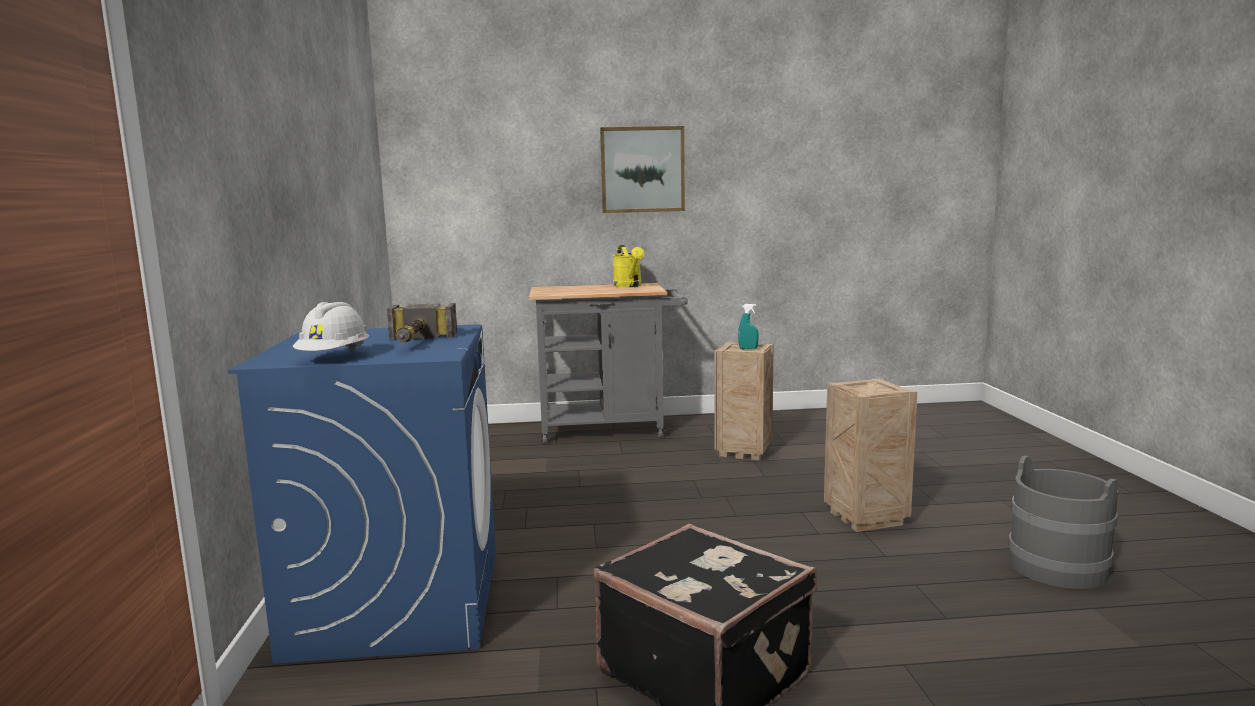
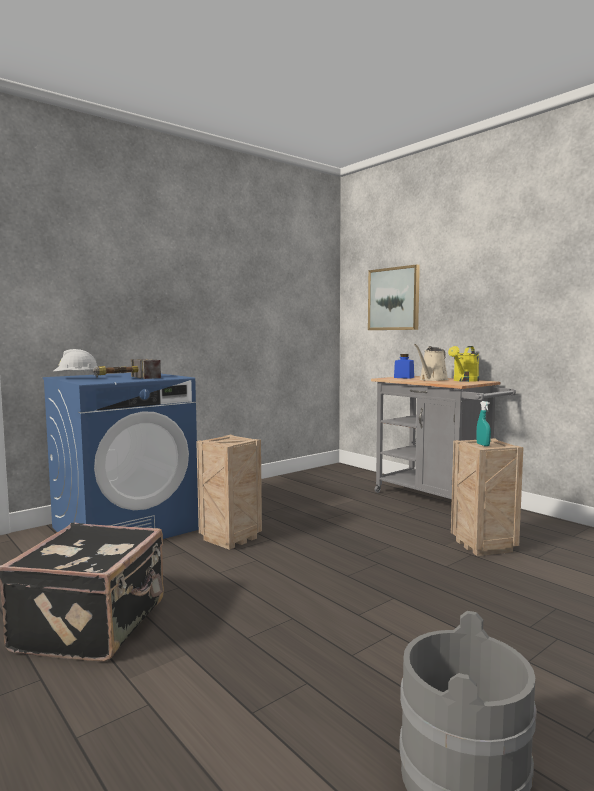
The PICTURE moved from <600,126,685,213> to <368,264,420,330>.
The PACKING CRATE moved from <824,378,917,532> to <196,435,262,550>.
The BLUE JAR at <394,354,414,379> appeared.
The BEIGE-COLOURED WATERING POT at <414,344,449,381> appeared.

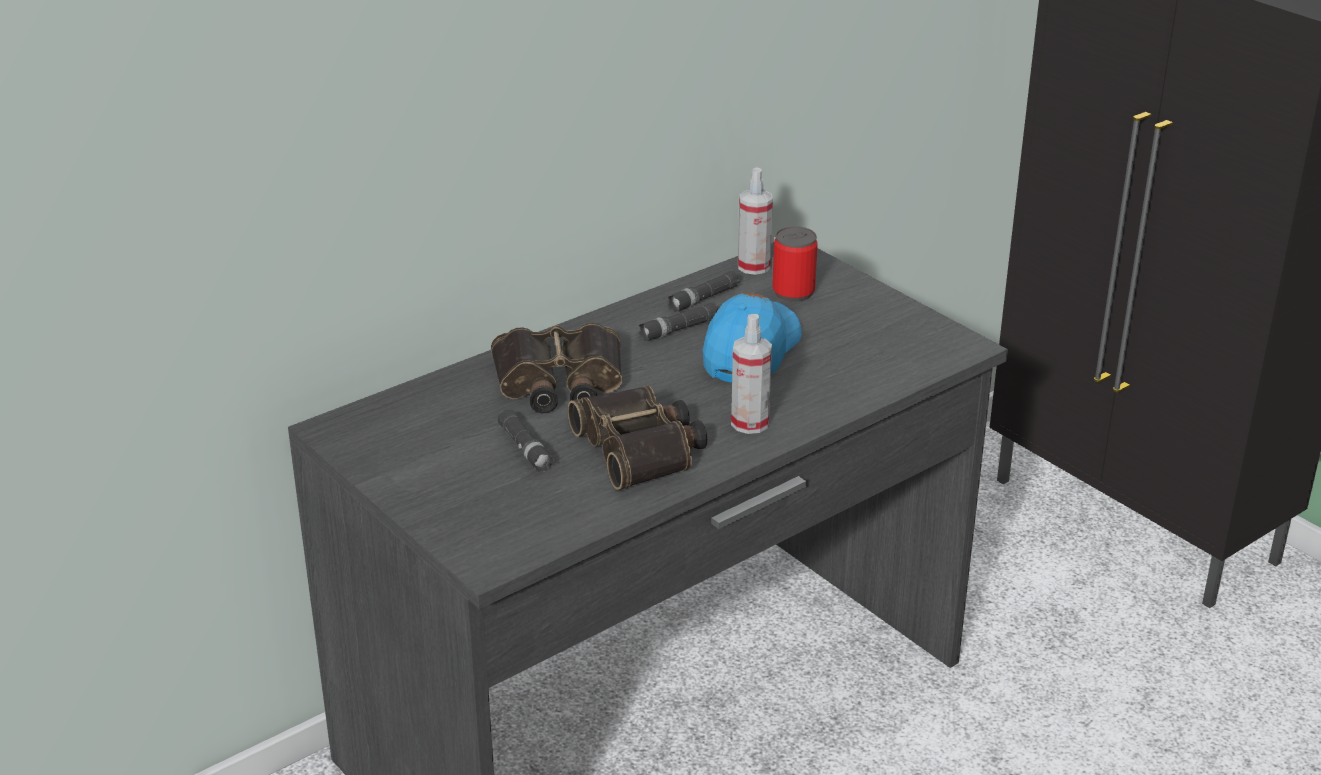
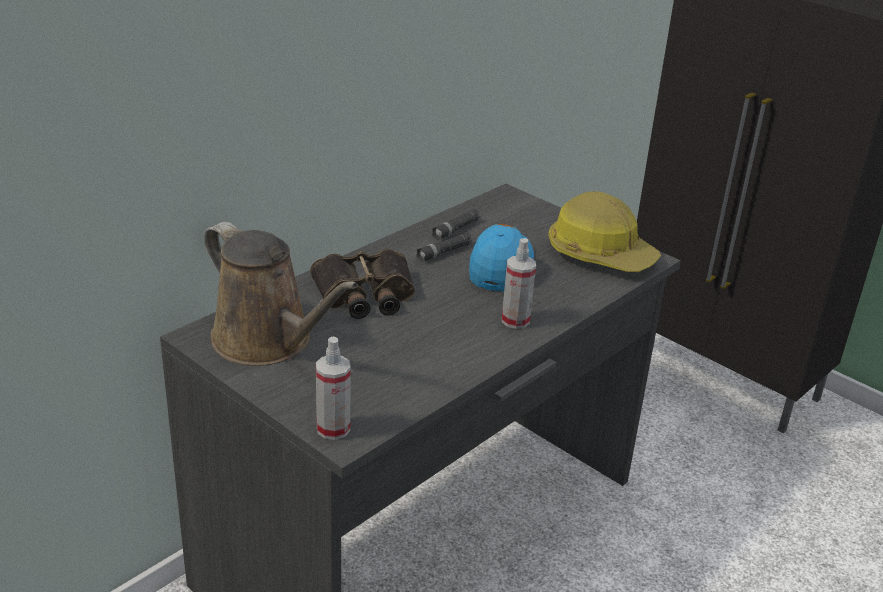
The BLACKISH HAND TORCH at <497,409,554,472> disappeared.
The BINOCULARS at <568,385,707,490> disappeared.
The SPRAY BOTTLE moved from <738,167,773,275> to <316,336,351,440>.
The SEALED CAN at <772,226,818,302> disappeared.
The BROWN-COLOURED WATERING POT at <204,222,358,366> appeared.
The HARD HAT at <548,191,661,272> appeared.

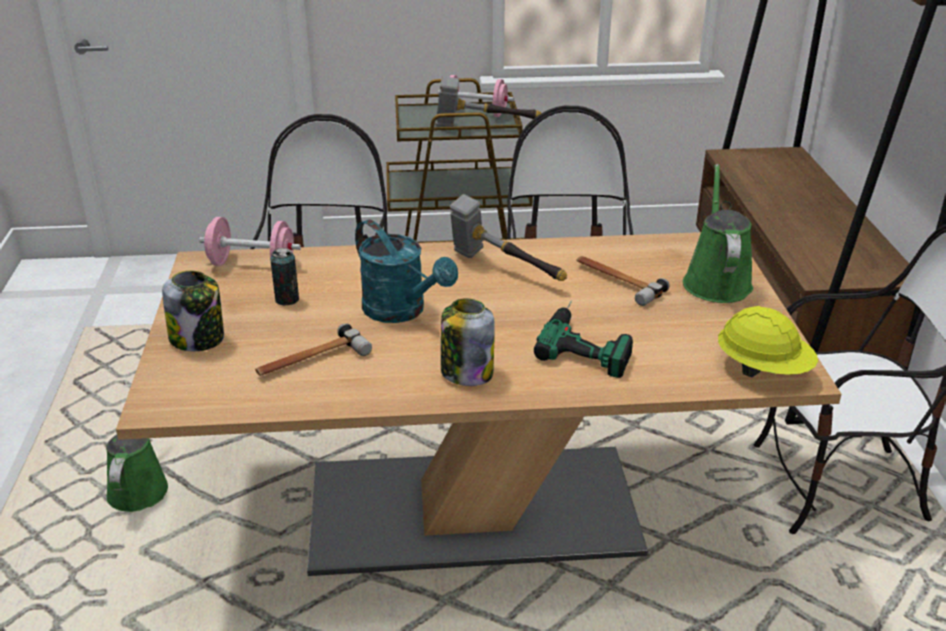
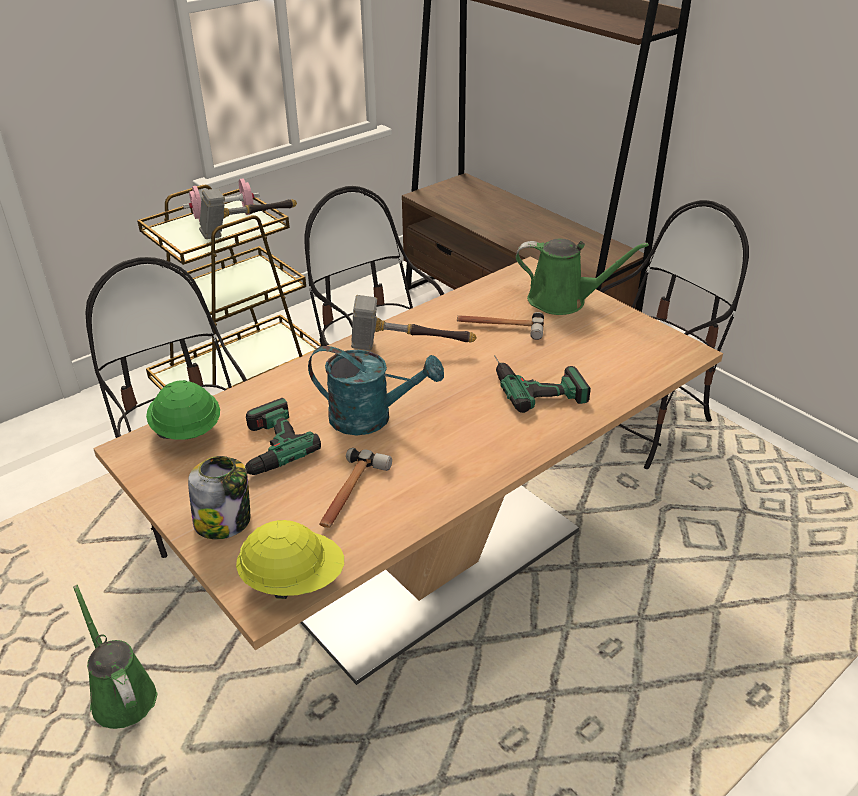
The PINK-COLOURED DUMBBELL at <199,217,301,266> was replaced by the GREEN HARD HAT at <146,380,220,440>.
The SEALED CAN at <270,248,299,305> was replaced by the DRILL at <245,398,321,475>.
The JAR at <441,298,495,386> disappeared.
The GREEN WATERING POT at <683,164,753,303> turned 135 degrees clockwise.
The YELLOW HARD HAT moved from <718,306,818,377> to <236,520,344,599>.

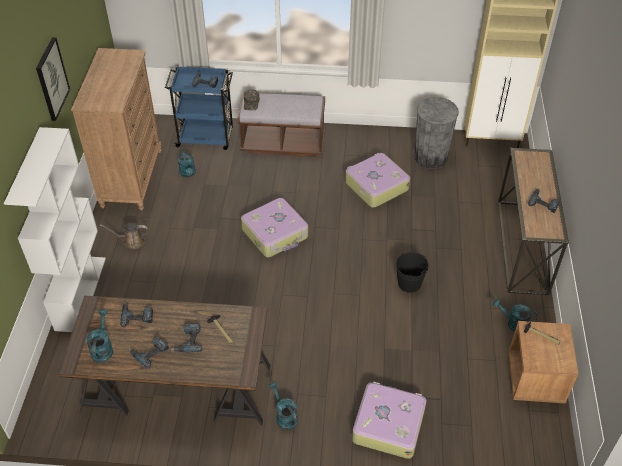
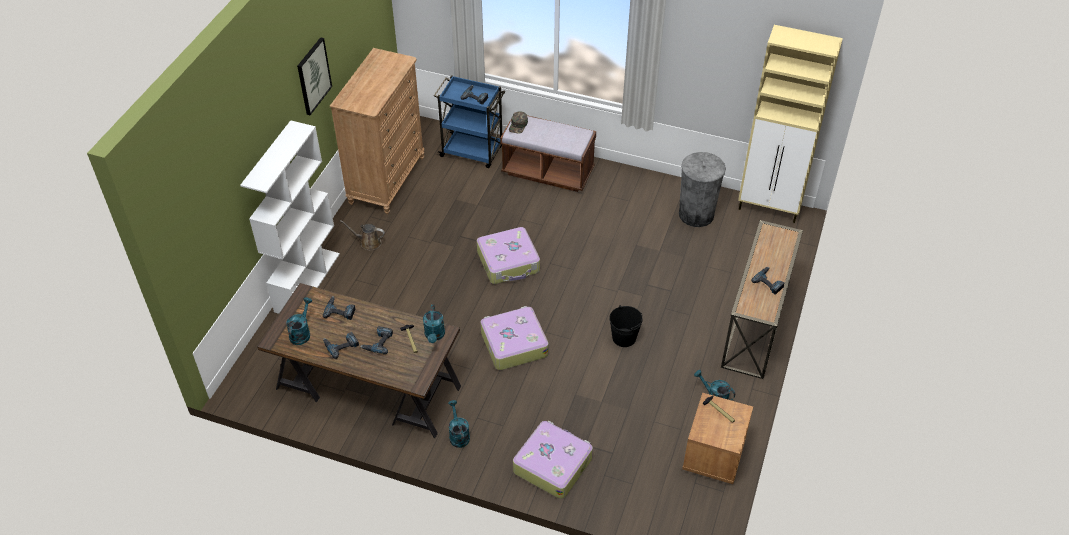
The TURQUOISE-COLOURED WATERING POT moved from <177,149,196,177> to <423,304,445,343>.
The SUITCASE moved from <345,153,410,208> to <481,306,549,370>.

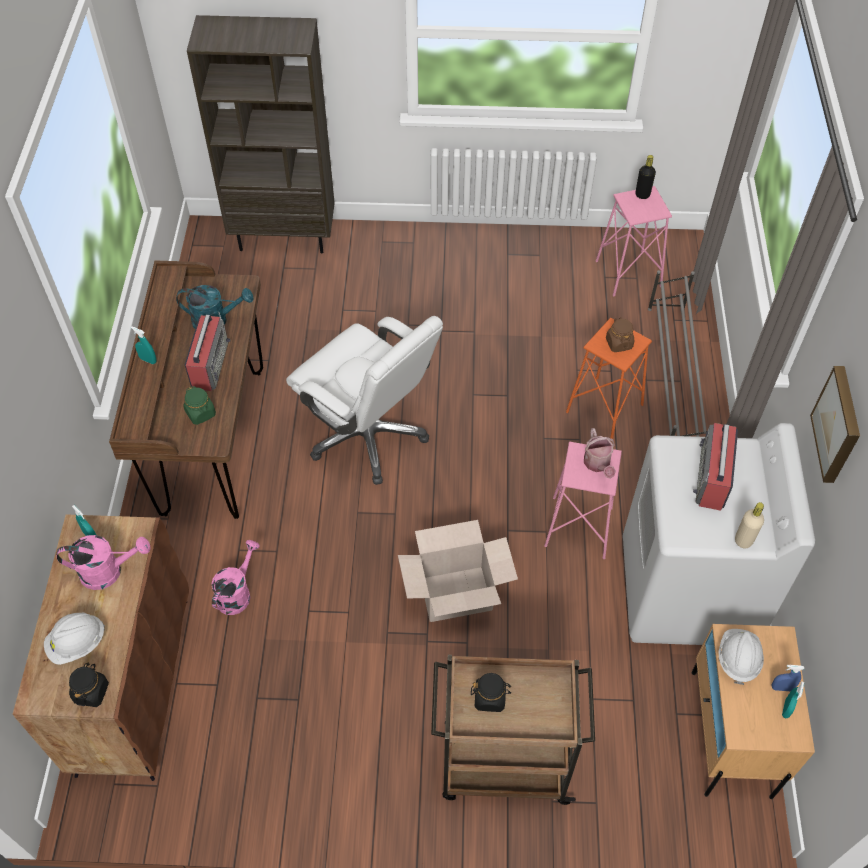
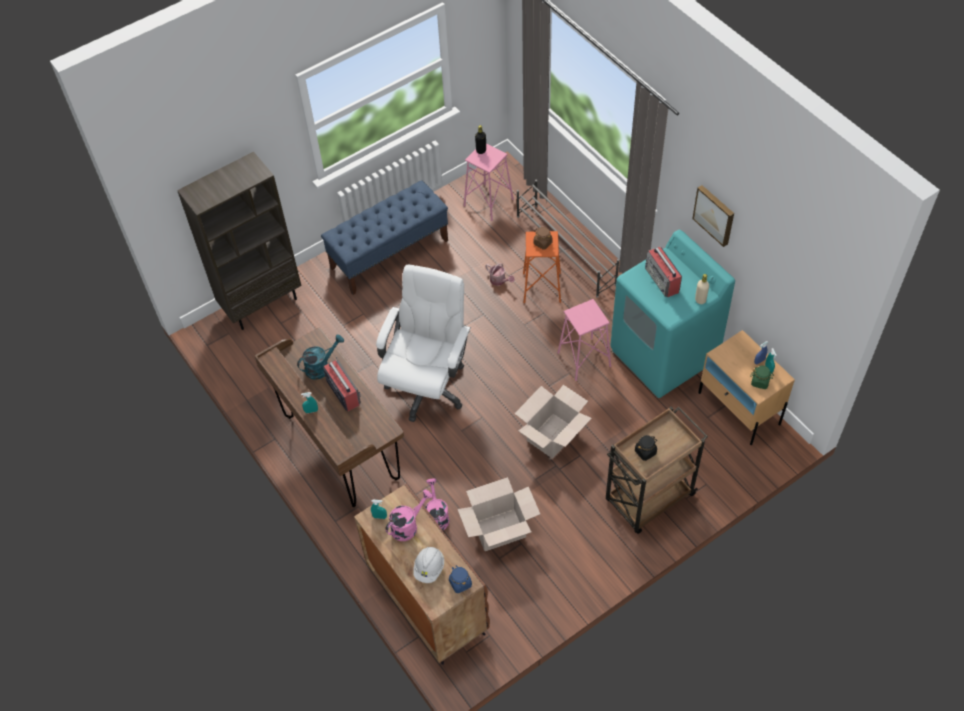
The BLACKISH JAR at <69,663,109,707> became the BLUE JAR at <449,565,472,593>.
The GREEN JAR moved from <183,386,216,425> to <750,366,774,389>.
The WHITE DESK CHAIR at <286,316,443,485> turned 75 degrees counterclockwise.
The WATERING POT moved from <584,428,616,479> to <485,263,515,286>.
The WHITE WASHING MACHINE at <623,423,815,645> became the TURQUOISE-COLOURED WASHING MACHINE at <610,230,735,398>.
The WHITE HARD HAT at <718,629,764,685> disappeared.
The BLUE BENCH at <321,180,448,295> appeared.
The CARDBOARD BOX at <457,477,540,551> appeared.

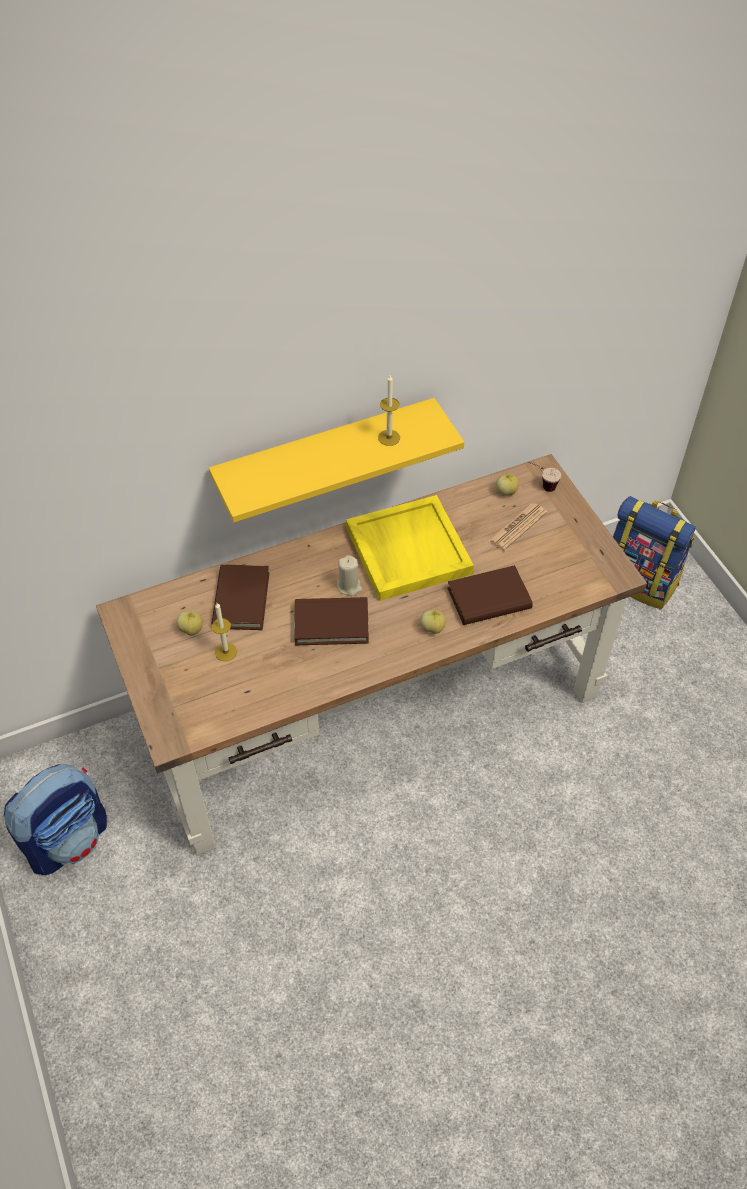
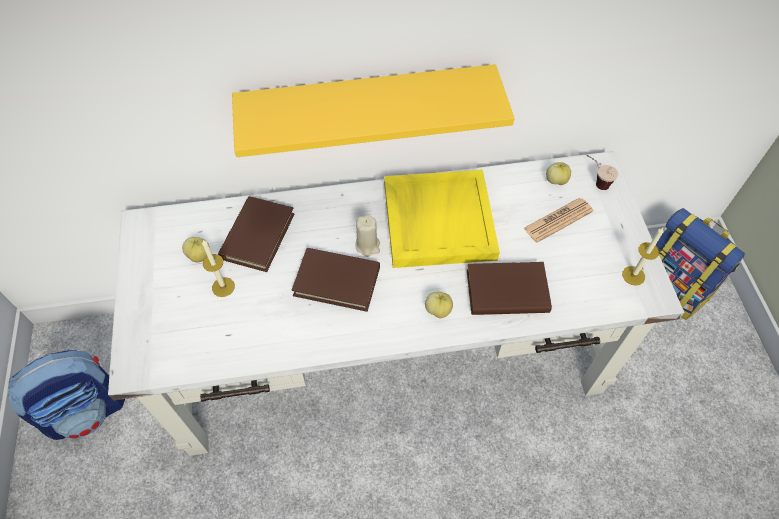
The BROWN-COLOURED DESK UNIT at <96,454,647,856> became the WHITE DESK UNIT at <108,151,684,456>.
The WAX CANDLE moved from <378,375,400,446> to <622,228,664,286>.

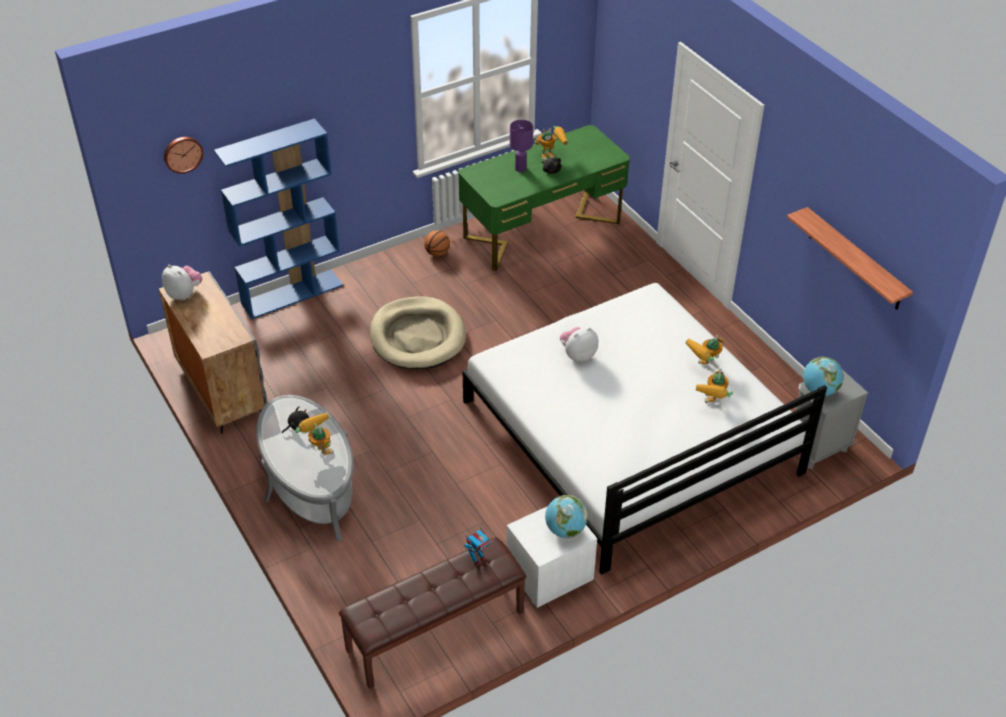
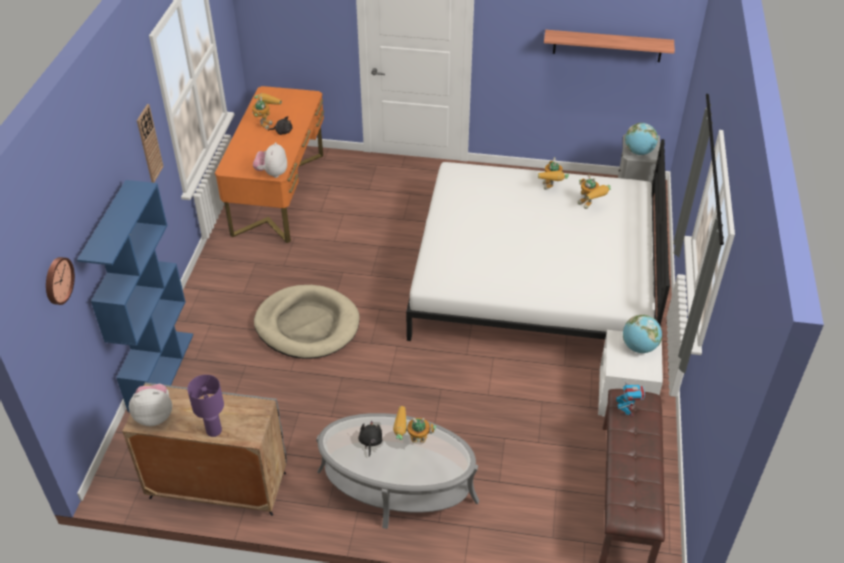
The BASKETBALL BALL at <424,230,450,256> disappeared.
The GREEN DESK UNIT at <458,125,630,271> became the ORANGEY DESK UNIT at <215,86,325,243>.
The PURPLISH TABLE LAMP moved from <510,120,533,172> to <187,375,224,437>.
The SOFT TOY moved from <560,327,598,362> to <253,142,287,178>.
The HANGING CLOCK at <137,104,164,183> appeared.

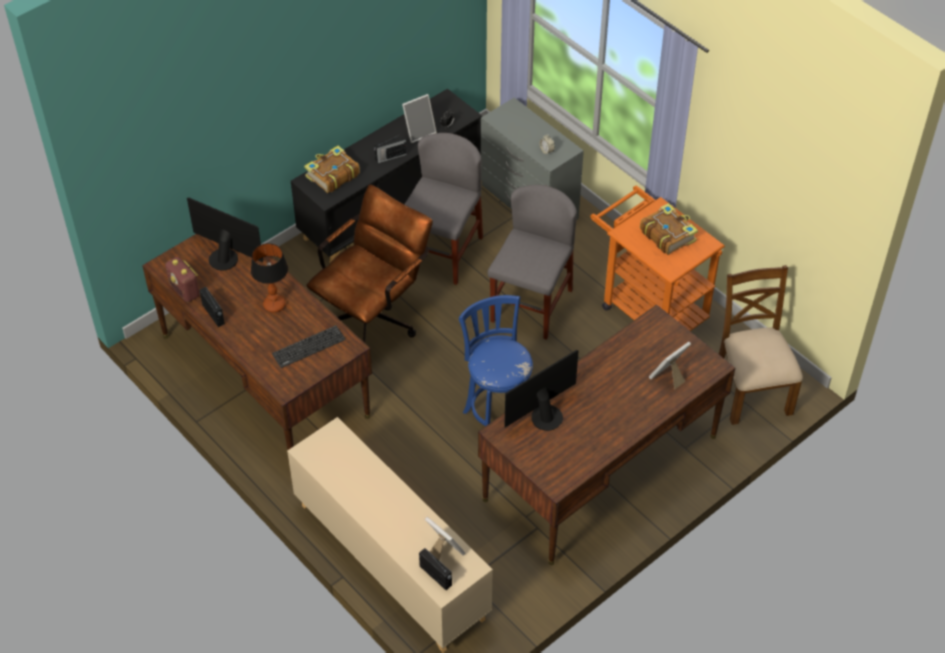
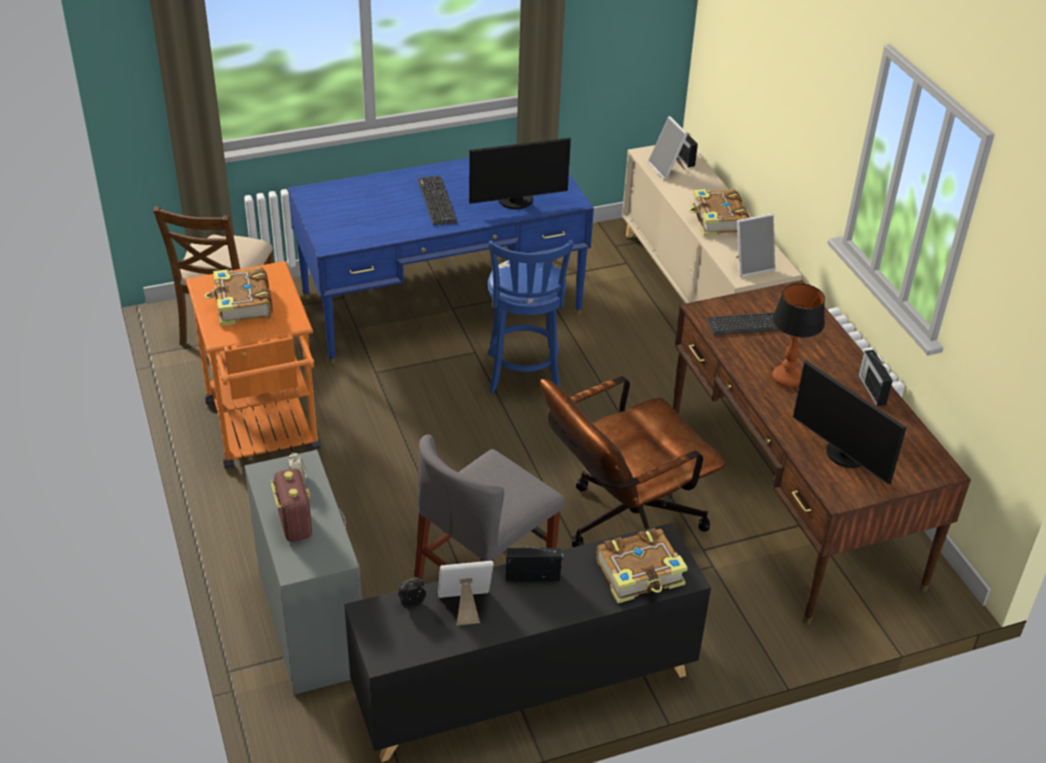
The RADIO SET moved from <165,257,200,302> to <270,468,312,542>.
The BROWN-COLOURED DESK UNIT at <478,305,735,565> became the BLUE DESK UNIT at <288,158,594,364>.
The GRAY PLAIN CHAIR at <487,185,577,340> disappeared.
The STANDING FRAME moved from <649,342,691,389> to <736,214,775,277>.
The PC KEYBOARD at <417,175,457,225> appeared.
The BOUND BOOK at <689,189,749,236> appeared.

